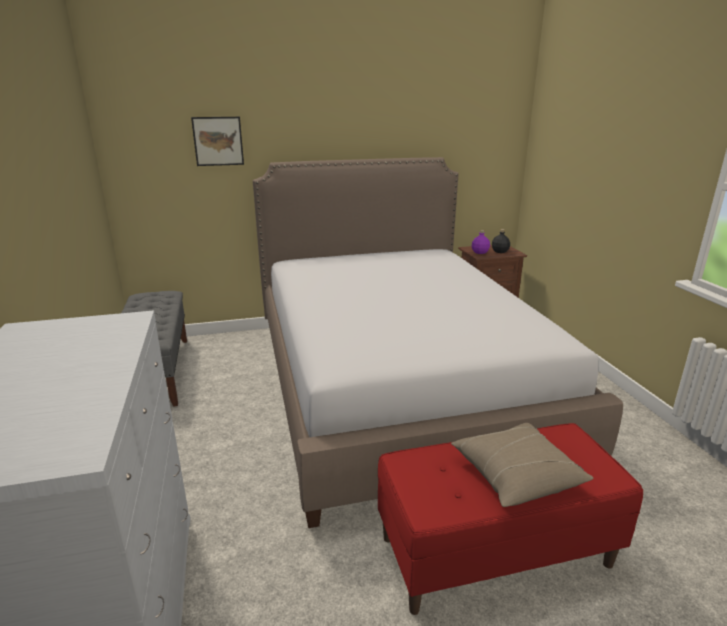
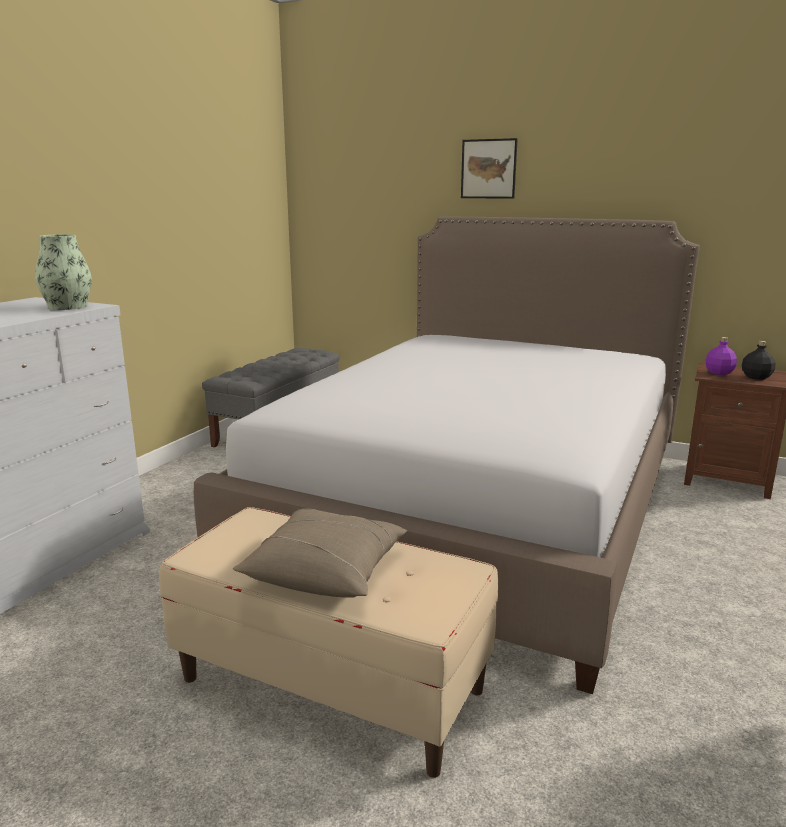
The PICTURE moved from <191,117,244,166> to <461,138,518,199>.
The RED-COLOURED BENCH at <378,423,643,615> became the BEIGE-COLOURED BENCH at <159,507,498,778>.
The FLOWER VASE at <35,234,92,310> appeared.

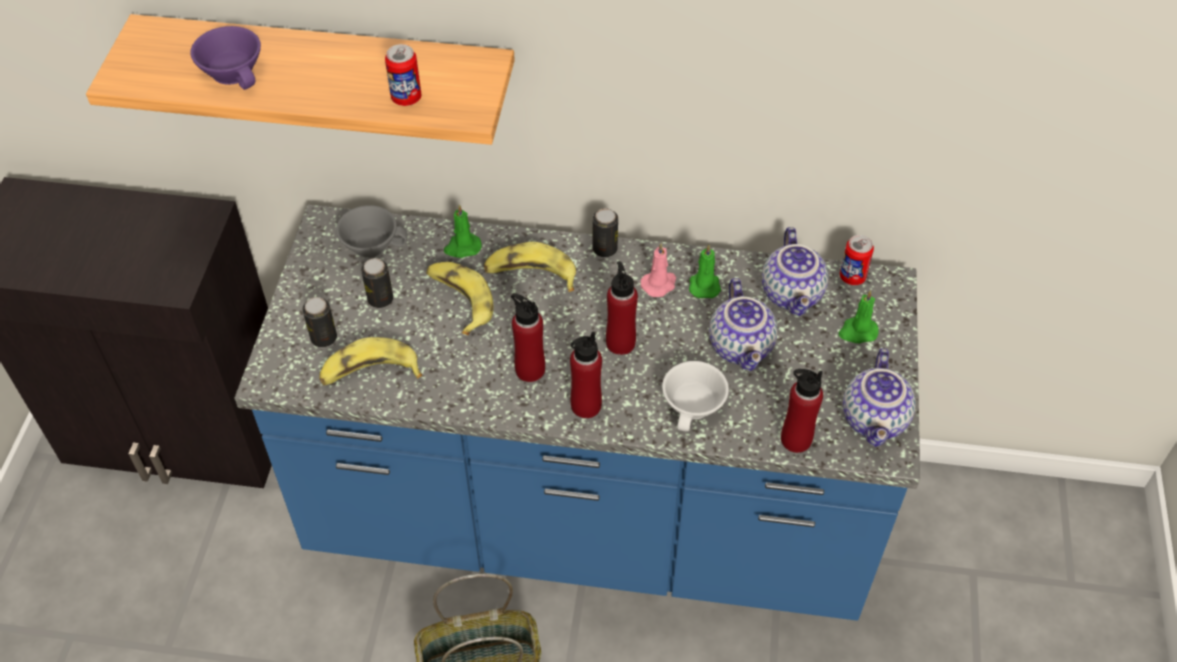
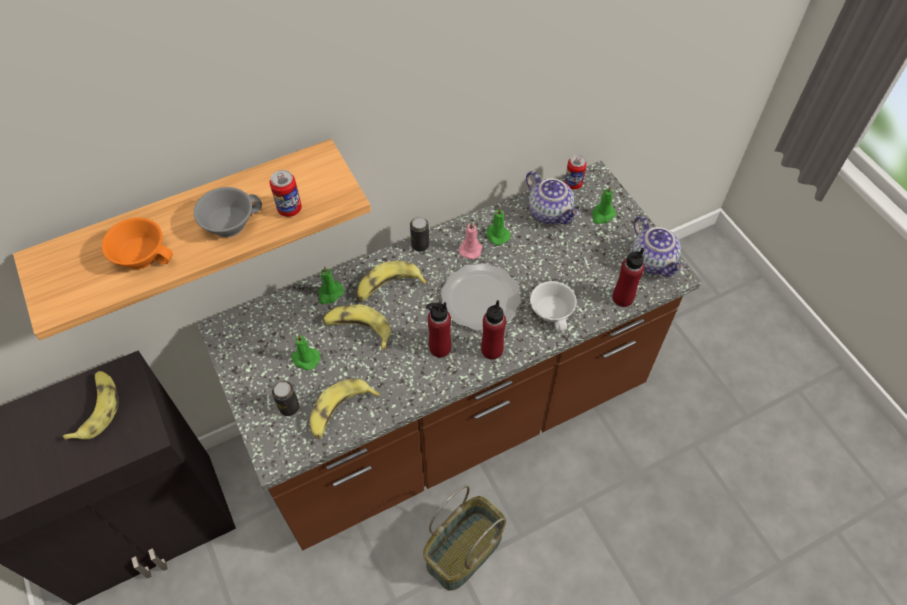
The PURPLISH SMALL CUP at <190,26,261,90> became the ORANGEY SMALL CUP at <102,218,173,269>.
The BLUE KITCHEN COUNTER at <234,205,920,621> became the BROWN-COLOURED KITCHEN COUNTER at <197,161,702,550>.
The GRAY SMALL CUP moved from <336,205,408,257> to <194,187,262,237>.
The SEALED CAN at <361,258,393,308> was replaced by the GREEN WAX CANDLE at <291,334,321,370>.
The RED-COLOURED BOTTLE at <606,261,638,355> was replaced by the PLATE at <441,263,521,331>.
The POT FOR TEA at <709,278,778,371> disappeared.
The BANANA FRUIT at <63,371,118,440> appeared.

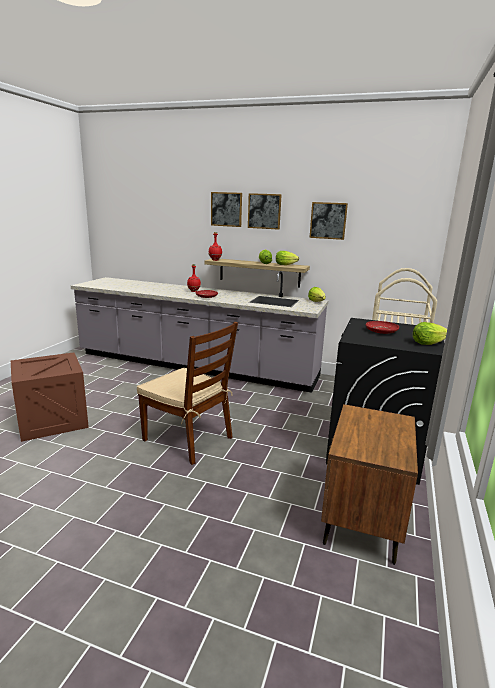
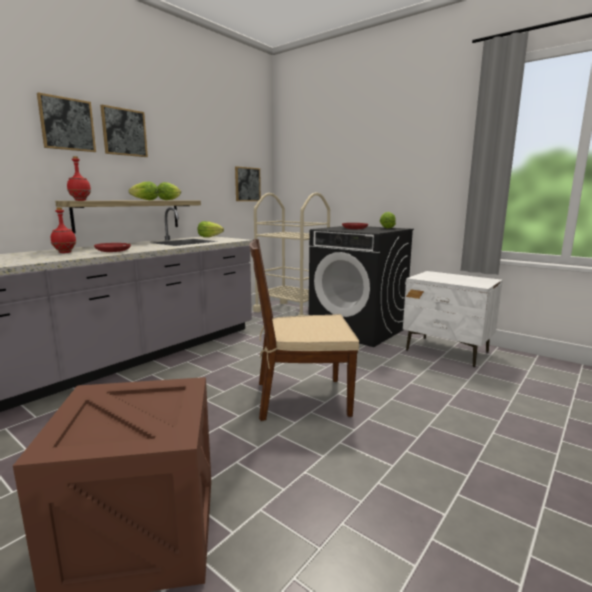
The BROWN-COLOURED PLAIN CHAIR at <137,322,238,465> turned 150 degrees counterclockwise.
The PICTURE moved from <309,202,348,240> to <235,166,261,201>.
The BROWN-COLOURED BEDSIDE TABLE at <321,404,418,565> became the WHITE BEDSIDE TABLE at <403,271,503,367>.

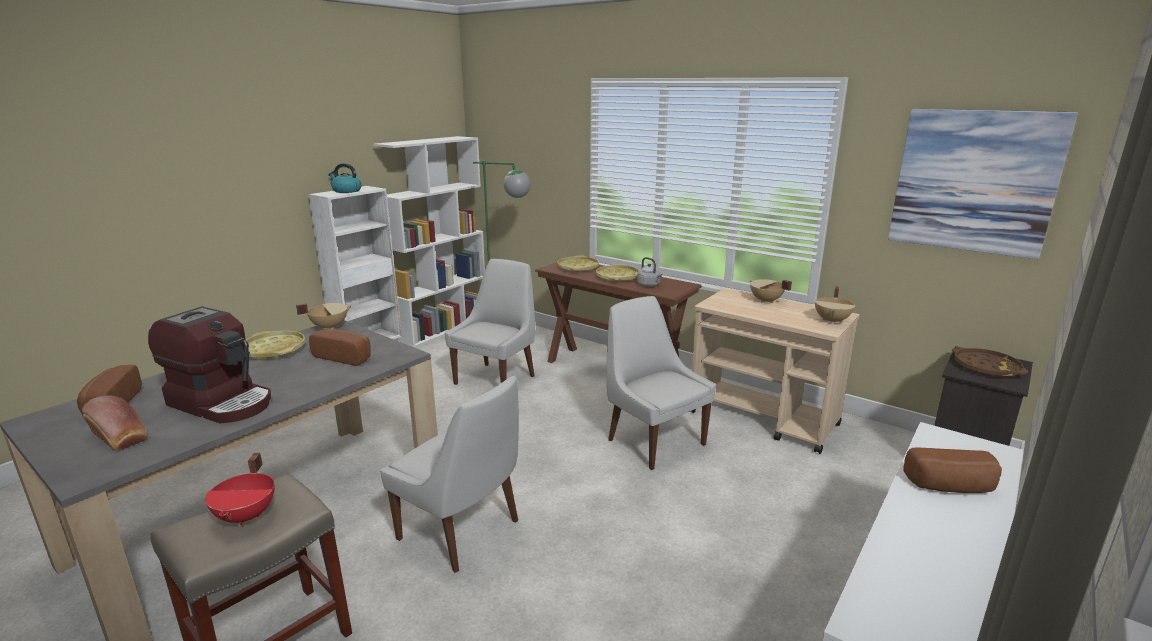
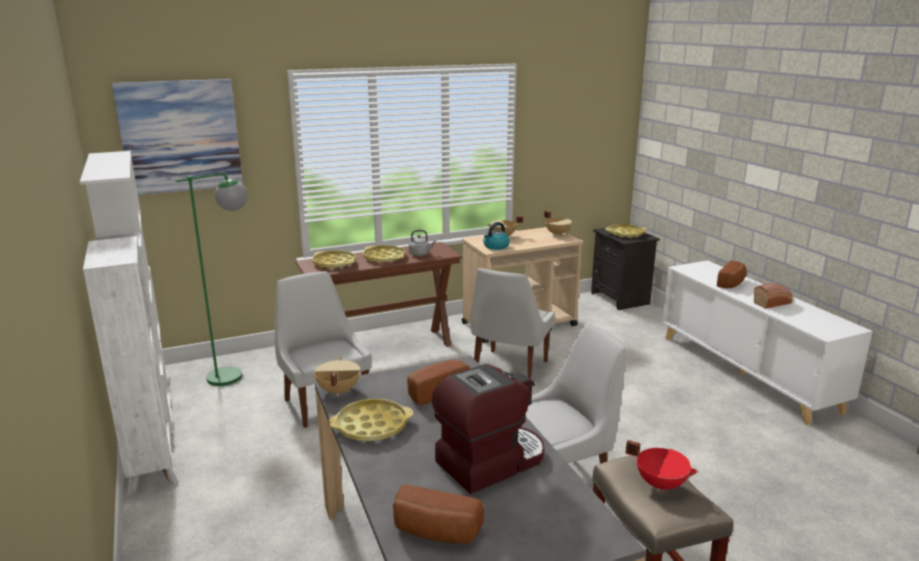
The BAKED BREAD moved from <82,395,148,451> to <754,284,793,309>.
The TEA KETTLE moved from <328,163,362,193> to <483,222,510,250>.
The WHITE PLAIN CHAIR at <606,296,716,470> turned 60 degrees counterclockwise.
The PICTURE moved from <888,109,1078,259> to <112,79,243,195>.
The BROWN-COLOURED TRAY at <952,347,1028,377> became the YELLOW TRAY at <605,224,647,238>.

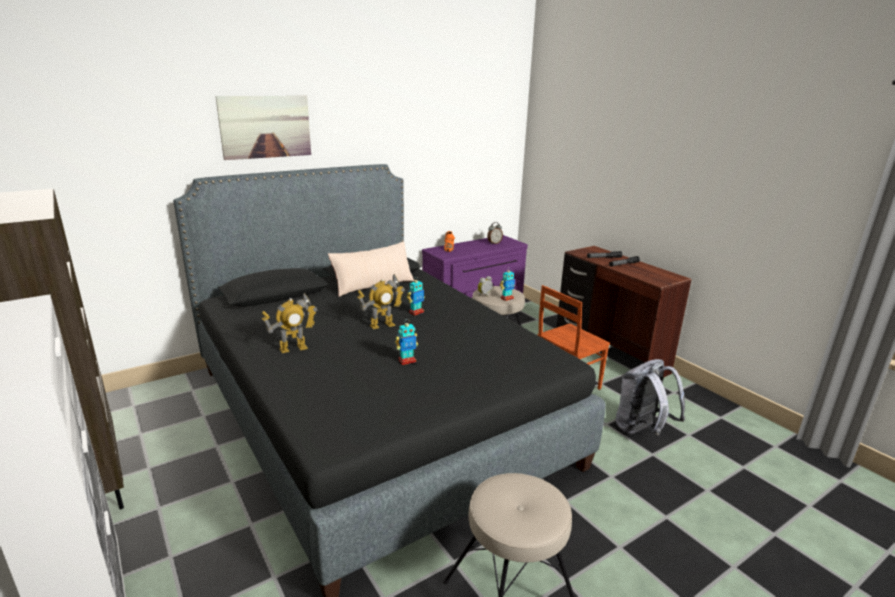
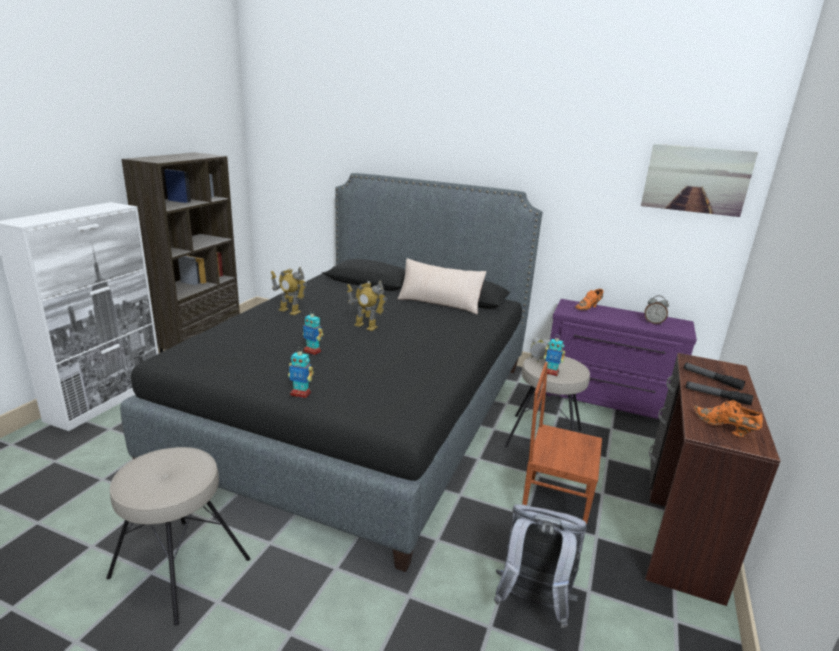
The PICTURE moved from <216,96,311,160> to <641,144,758,217>.
The MODEL ROBOT moved from <407,280,425,316> to <288,347,314,398>.
The ORANGEY ITEM OF FOOTWEAR at <694,400,763,437> appeared.

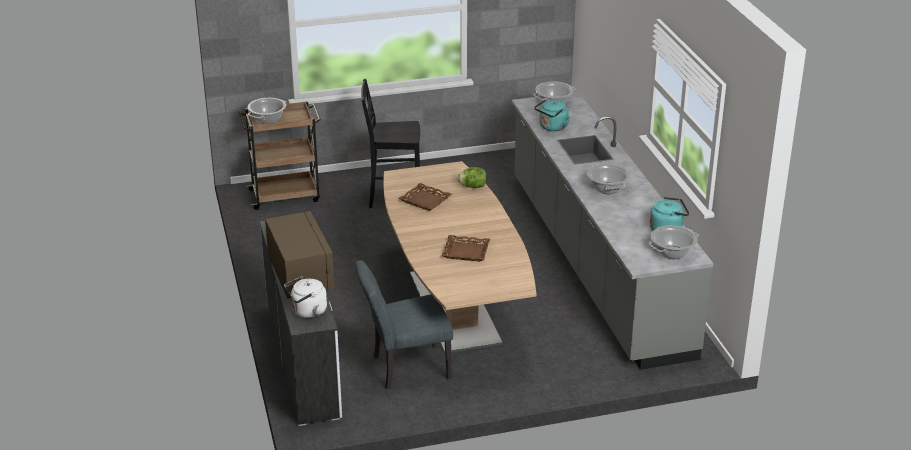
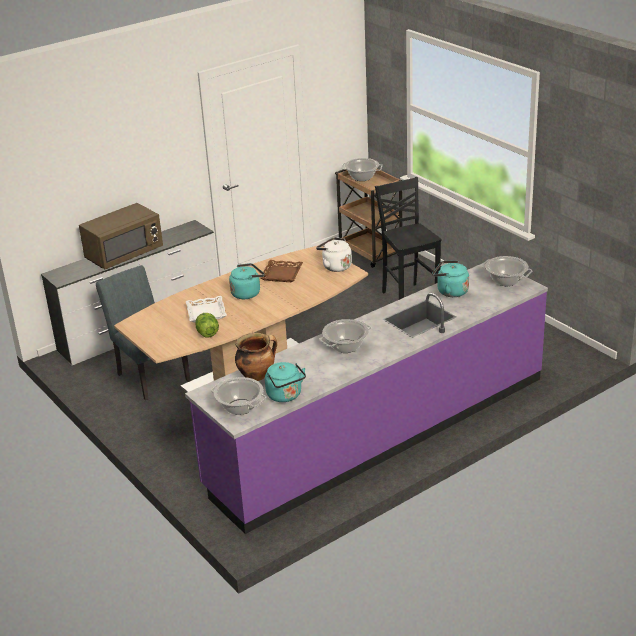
The WHITE TEA KETTLE moved from <284,276,327,318> to <316,237,352,272>.
The BROWN-COLOURED TRAY at <442,235,490,262> became the WHITE TRAY at <186,296,227,323>.
The LETTUCE HEAD moved from <458,167,486,188> to <195,313,219,338>.
The GRAY KITCHEN COUNTER at <512,92,714,370> became the PURPLISH KITCHEN COUNTER at <185,262,548,534>.
The TURQUOISE-COLOURED TEA KETTLE at <229,263,265,299> appeared.
The STOCKPOT at <235,333,277,381> appeared.

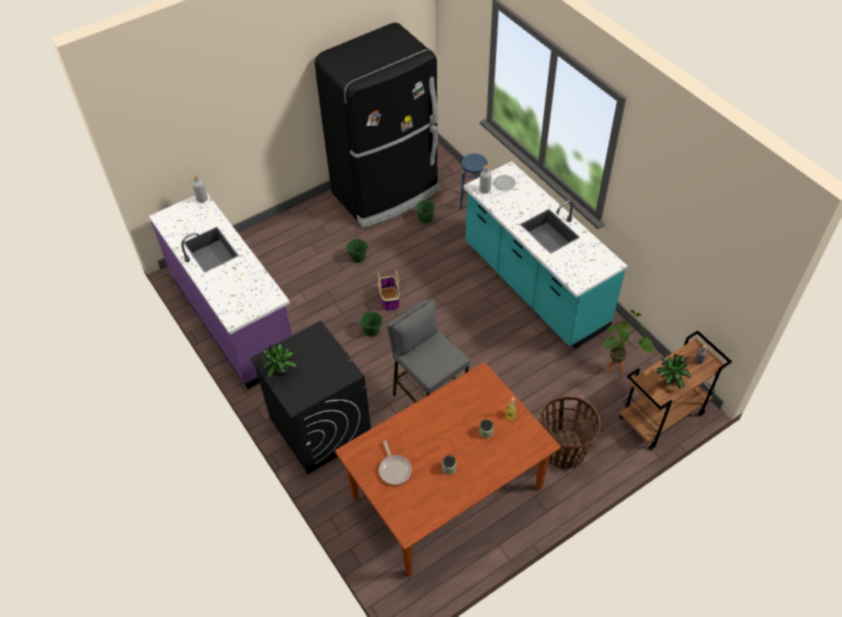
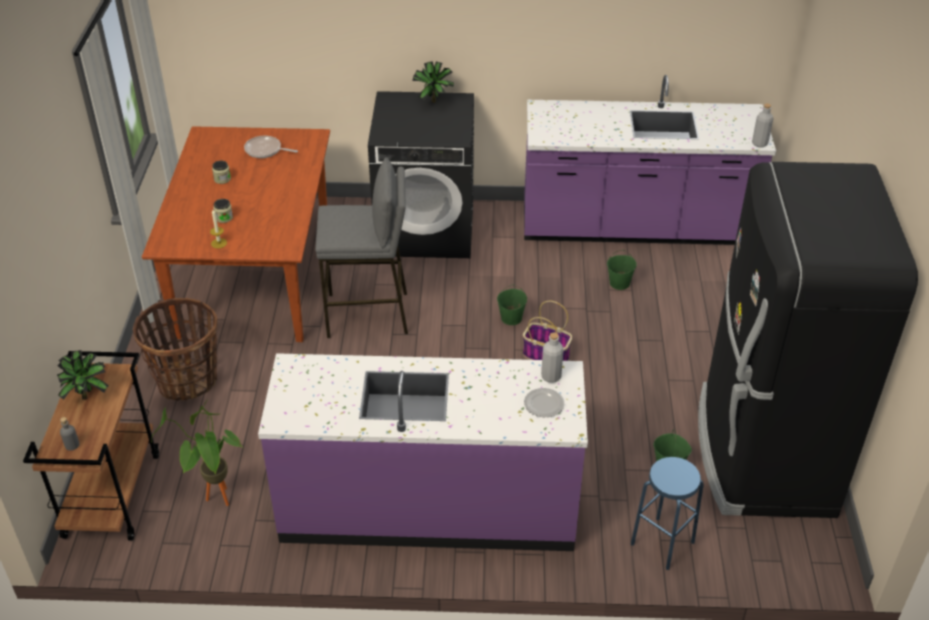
The GREEN PAIL moved from <346,237,368,263> to <607,250,637,290>.
The TURQUOISE-COLOURED KITCHEN COUNTER at <463,161,627,349> became the PURPLISH KITCHEN COUNTER at <258,353,588,551>.

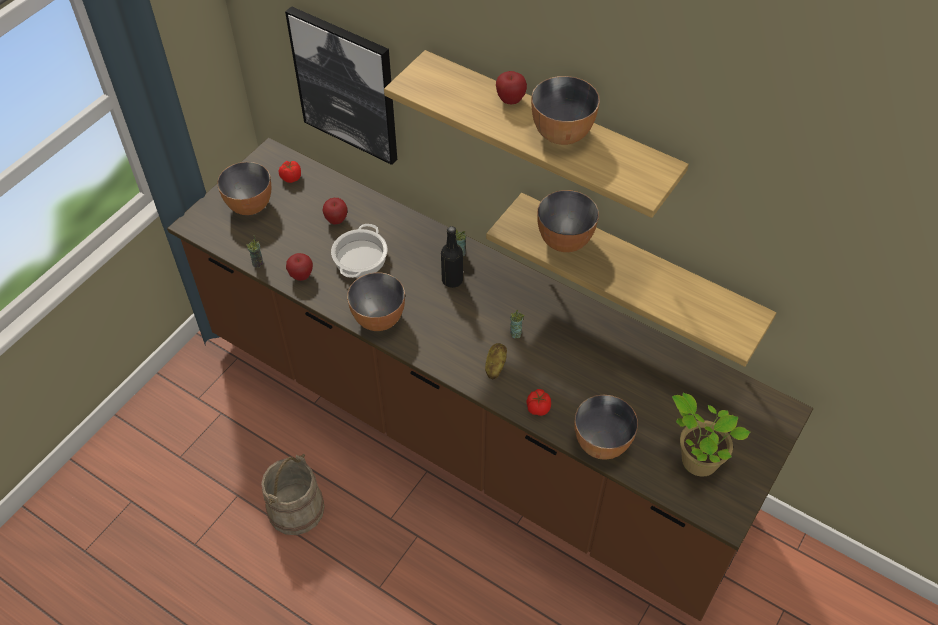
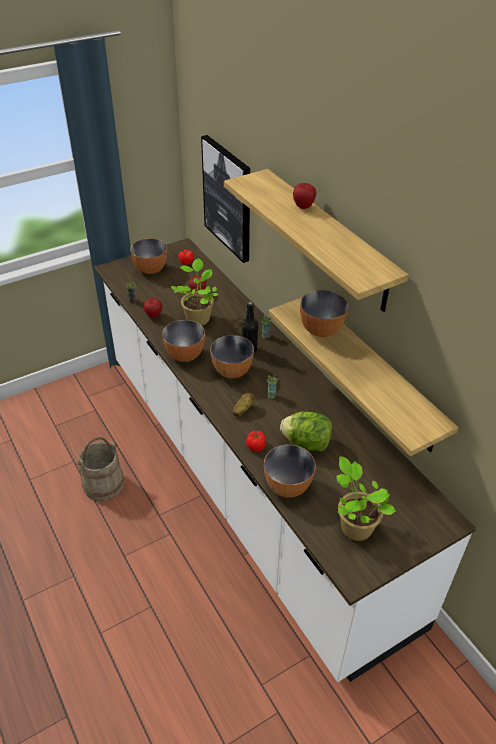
The BROWN-COLOURED KITCHEN COUNTER at <167,138,813,621> became the WHITE KITCHEN COUNTER at <94,238,476,682>.
The STOCKPOT at <331,224,387,278> was replaced by the PLANT IN A POT at <171,258,218,326>.
The BOWL moved from <531,76,600,145> to <210,335,254,378>.
The LETTUCE HEAD at <280,411,332,451> appeared.

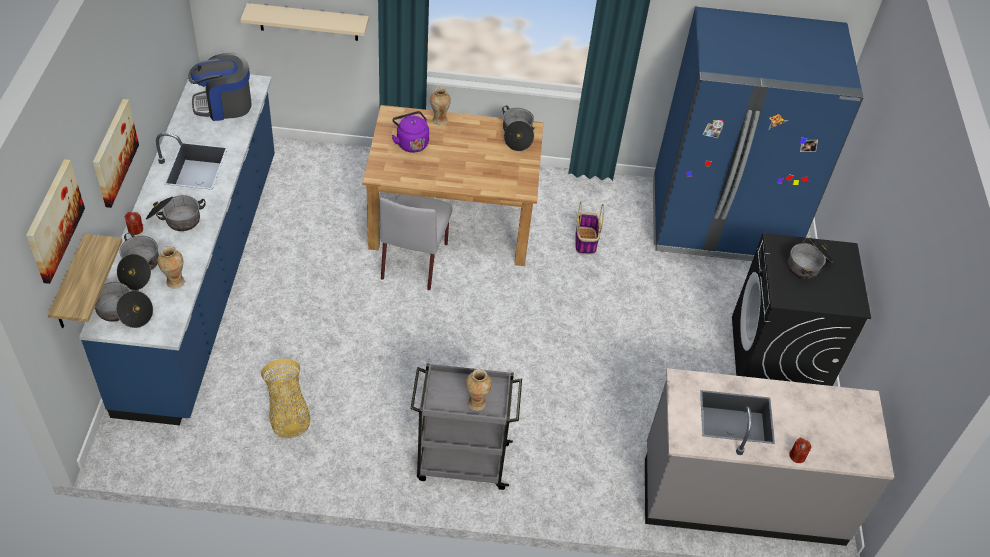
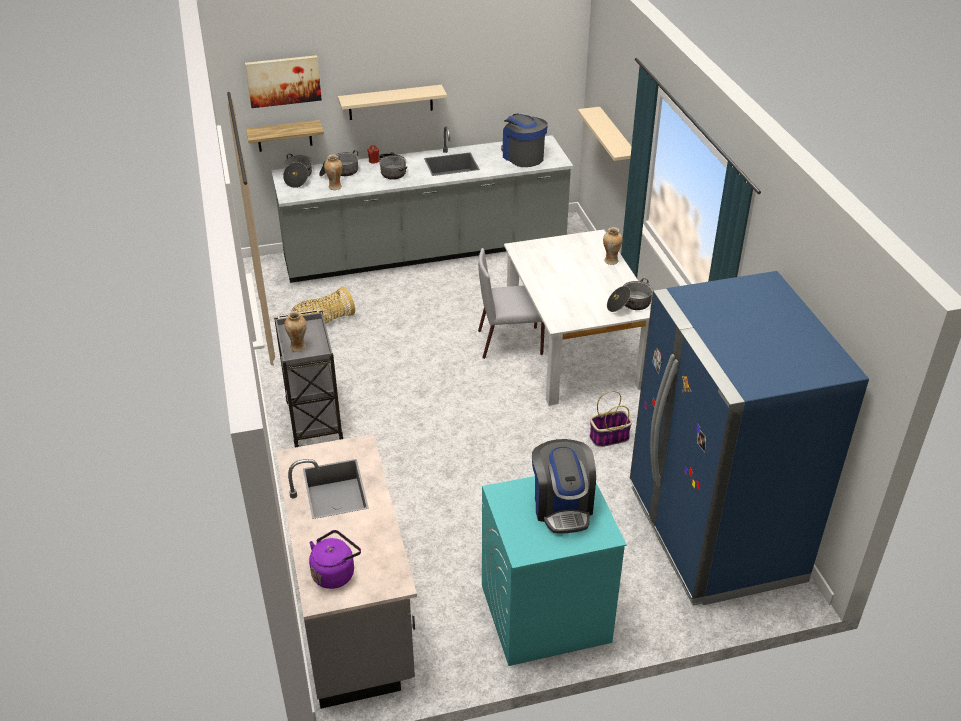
The BLUE KITCHEN COUNTER at <79,74,275,425> became the GRAY KITCHEN COUNTER at <271,126,573,283>.
The PICTURE at <93,99,139,208> was replaced by the BEIGE-COLOURED WALL SHELF at <338,85,447,120>.
The BROWN-COLOURED DINING TABLE at <362,105,544,266> became the WHITE DINING TABLE at <504,229,652,406>.
The PURPLISH TEA KETTLE moved from <392,111,429,153> to <309,530,361,589>.
The BLACKISH WASHING MACHINE at <732,233,871,386> became the TURQUOISE-COLOURED WASHING MACHINE at <482,476,627,666>.
The STOCKPOT at <788,237,833,279> was replaced by the COFFEE MACHINE at <532,439,596,534>.
The RED-COLOURED WAX CANDLE at <789,438,811,463> disappeared.

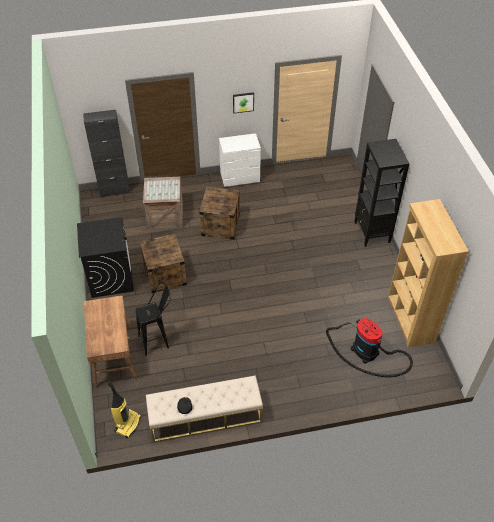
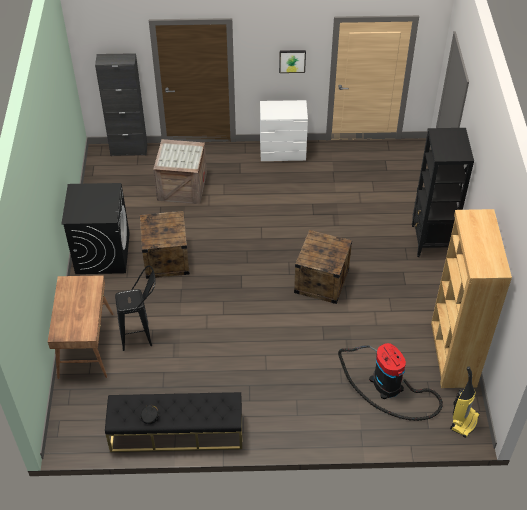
The HOOVER moved from <107,381,141,438> to <450,366,480,438>.
The BEIGE-COLOURED BENCH at <146,376,263,442> became the BLACKISH BENCH at <105,392,242,452>.
The PACKING CRATE moved from <199,187,240,240> to <294,230,352,304>.

